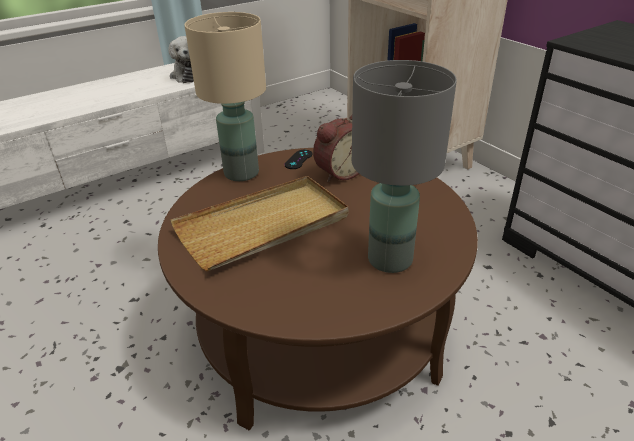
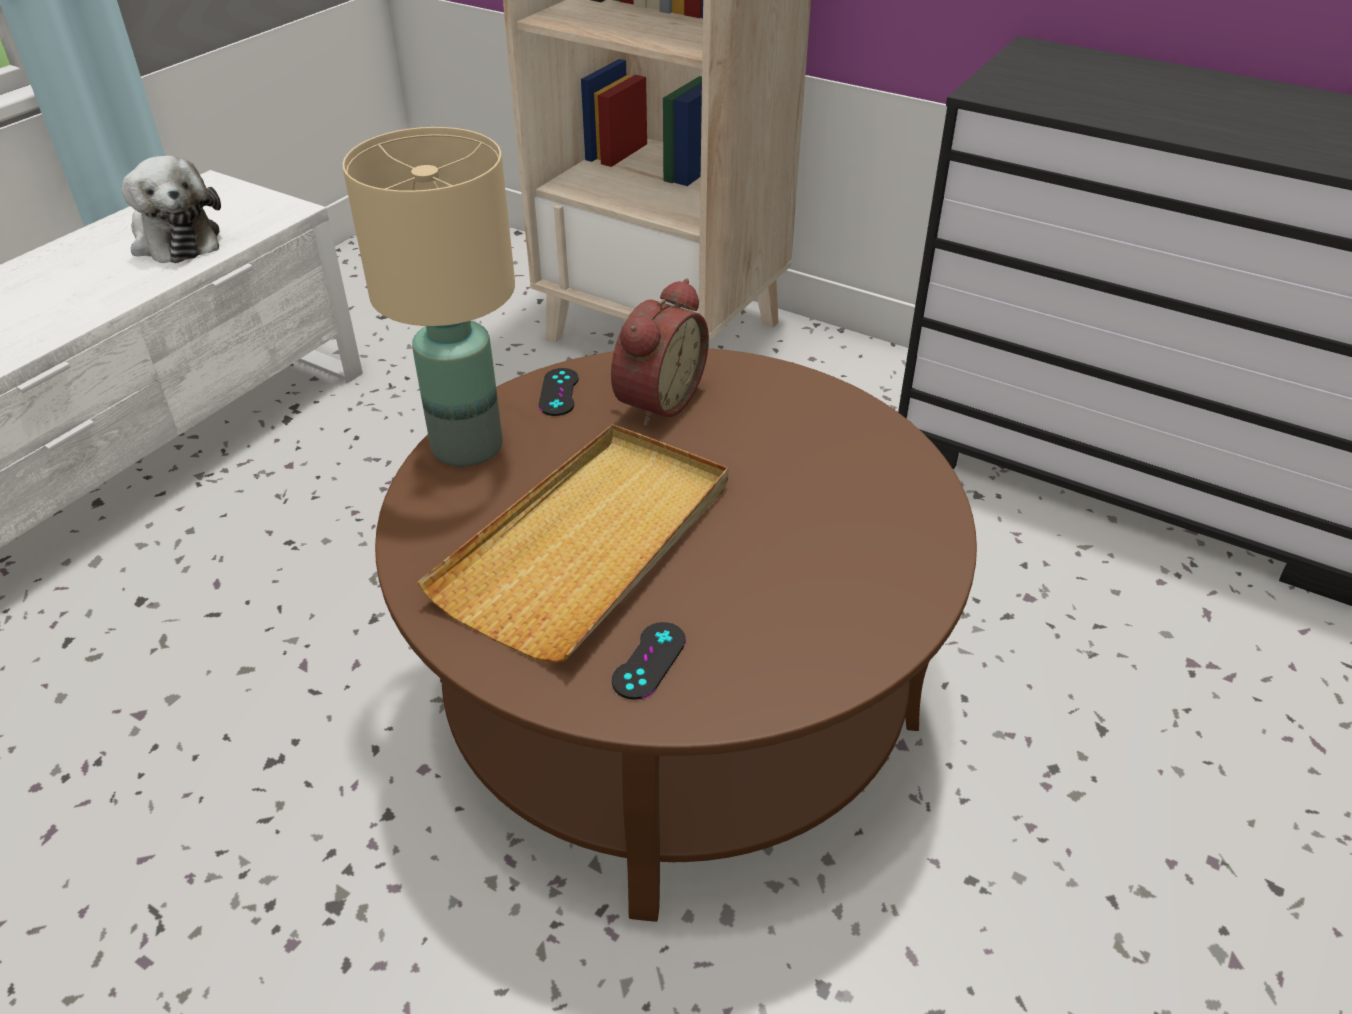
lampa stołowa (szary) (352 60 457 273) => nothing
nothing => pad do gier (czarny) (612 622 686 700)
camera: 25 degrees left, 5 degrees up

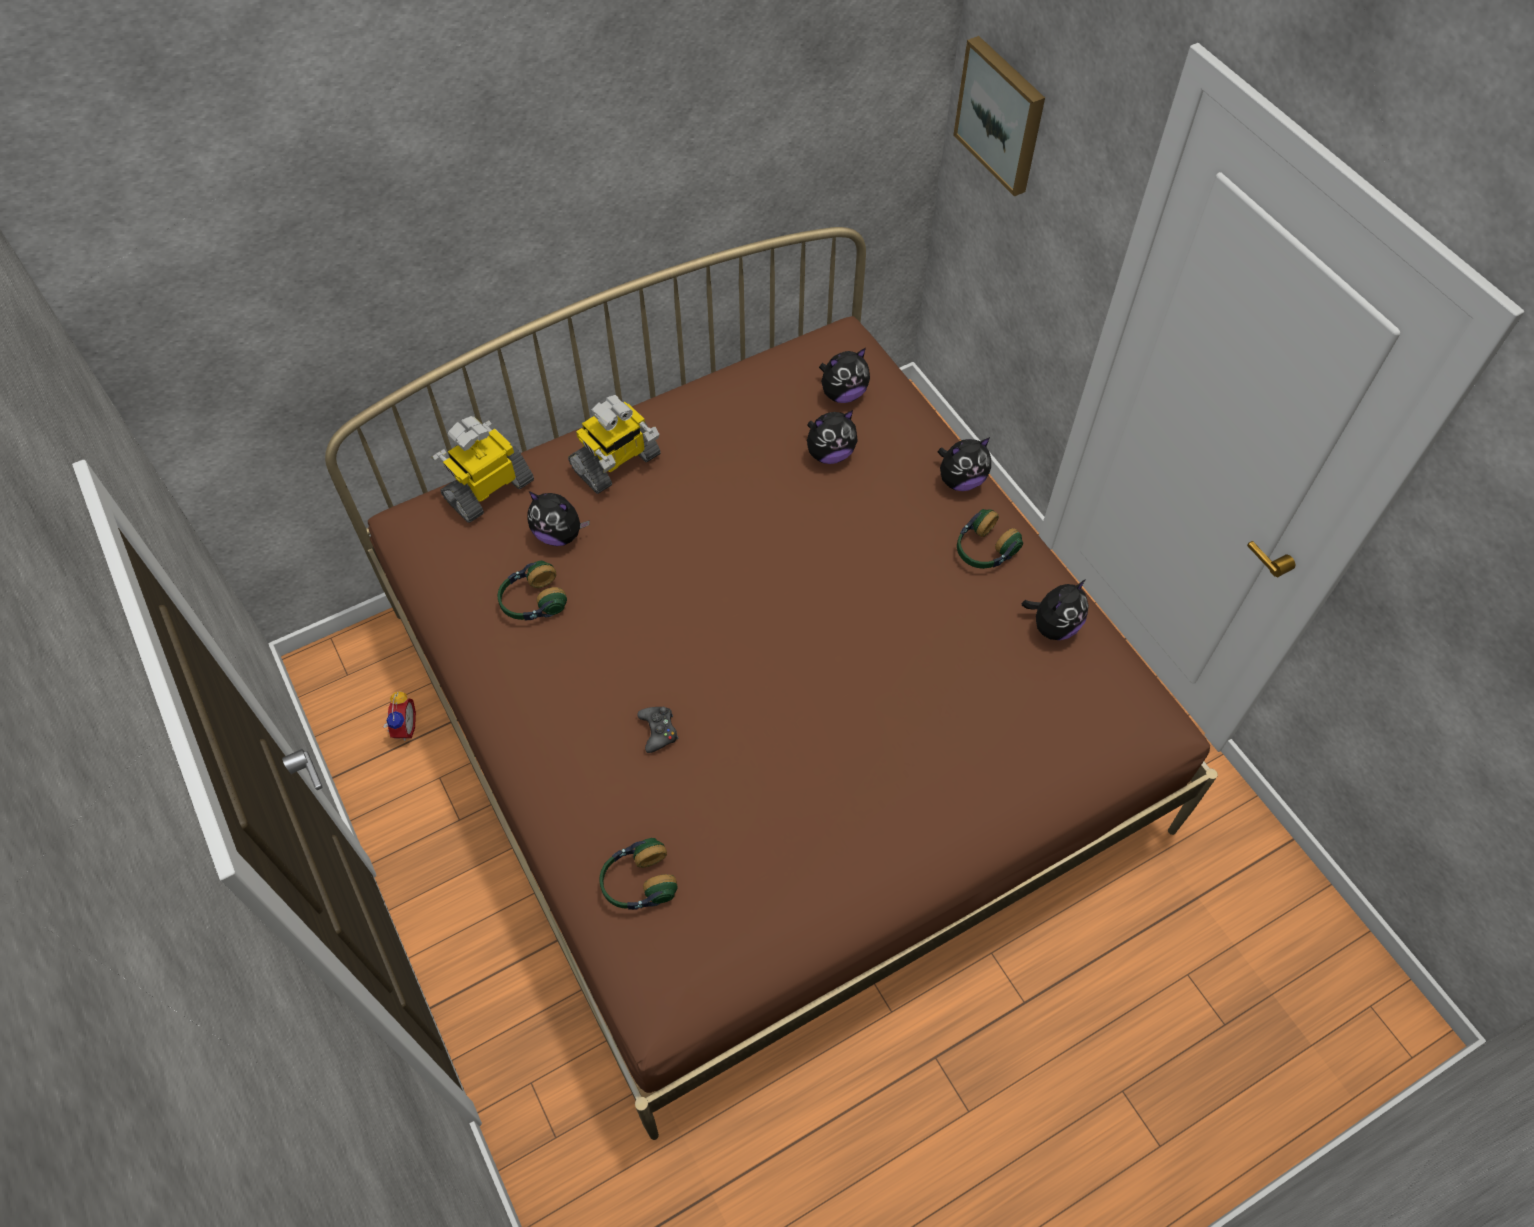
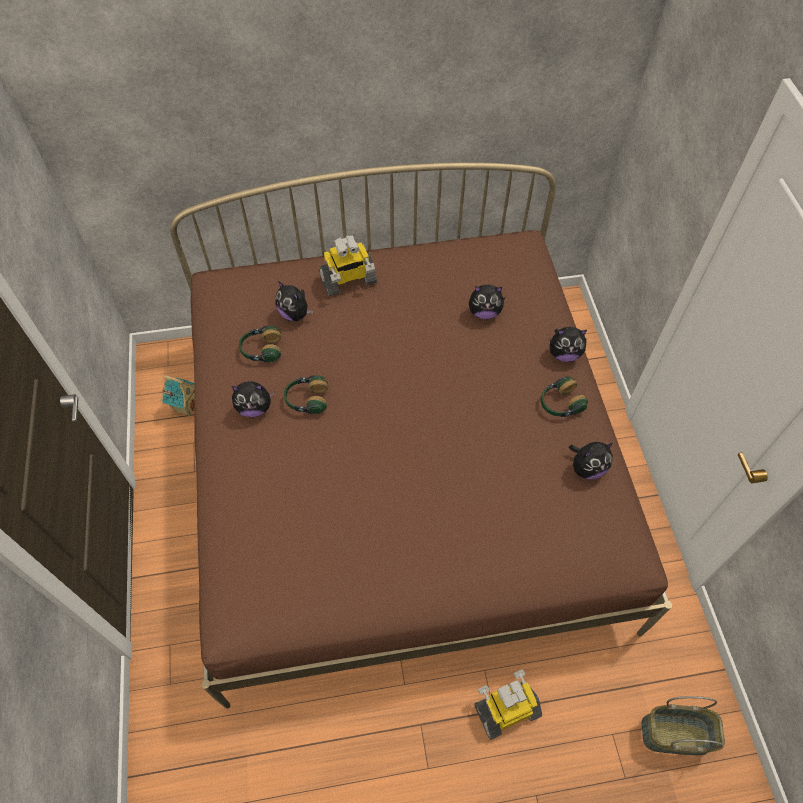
obraz (953 36 1045 196) => nothing
pluszak (819 348 870 403) => pluszak (232 381 274 417), moved
robot zabawkowy (431 416 534 523) => robot zabawkowy (474 669 542 740), moved
budzik (383 691 416 741) => domek (161 375 195 416)
pad do gier (czarny) (637 707 679 753) => nothing
słuchawki (599 838 677 910) => słuchawki (284 375 328 414), moved
nothing => koszyk (642 696 725 755)
camera: 20 degrees right, 0 degrees up

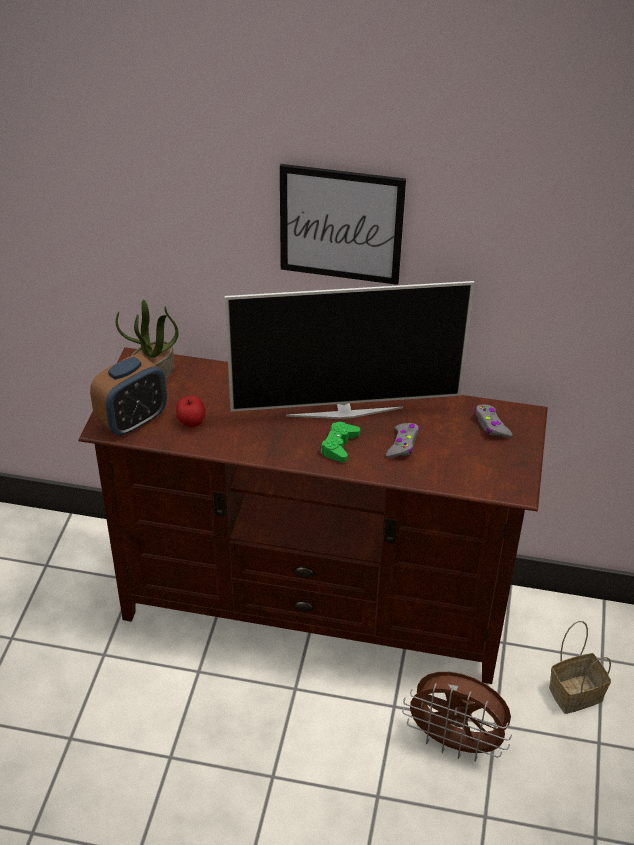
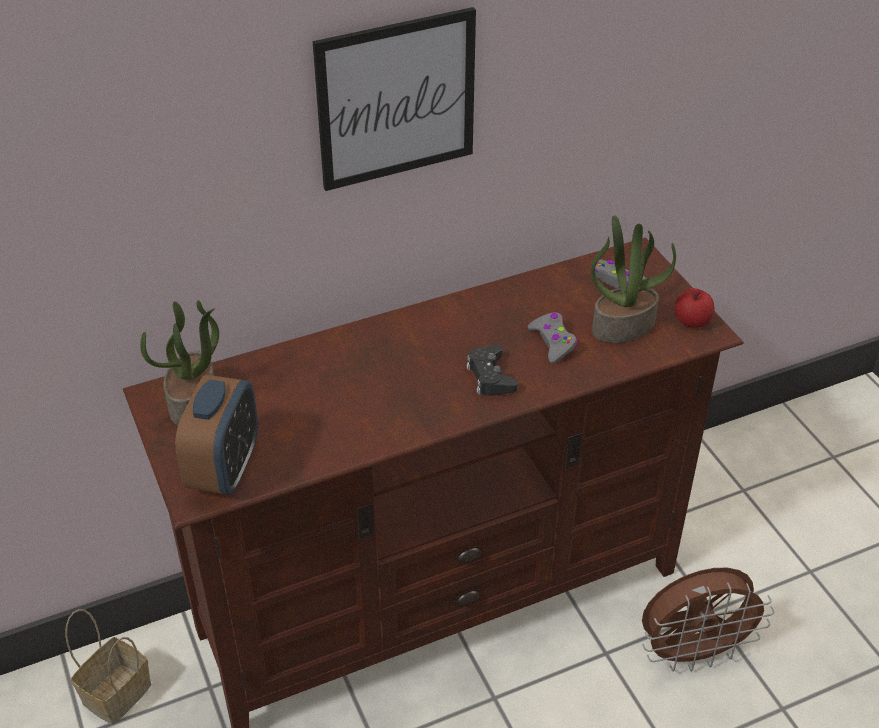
telewizor (225 281 474 419) => nothing
jabłko (176 396 206 427) => jabłko (675 288 715 328), moved
pad do gier (zielony) (320 422 360 462) => pad do gier (czarny) (466 345 518 396)
koszyk (549 621 611 714) => koszyk (65 609 151 725), moved
nothing => roślina doniczkowa (591 215 676 343)
camera: 35 degrees left, 0 degrees up

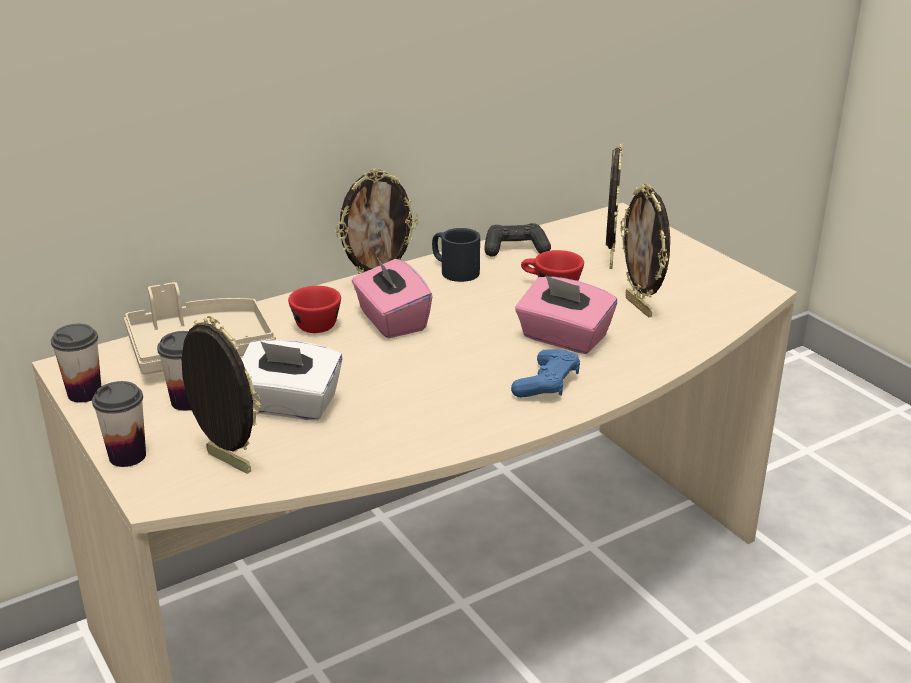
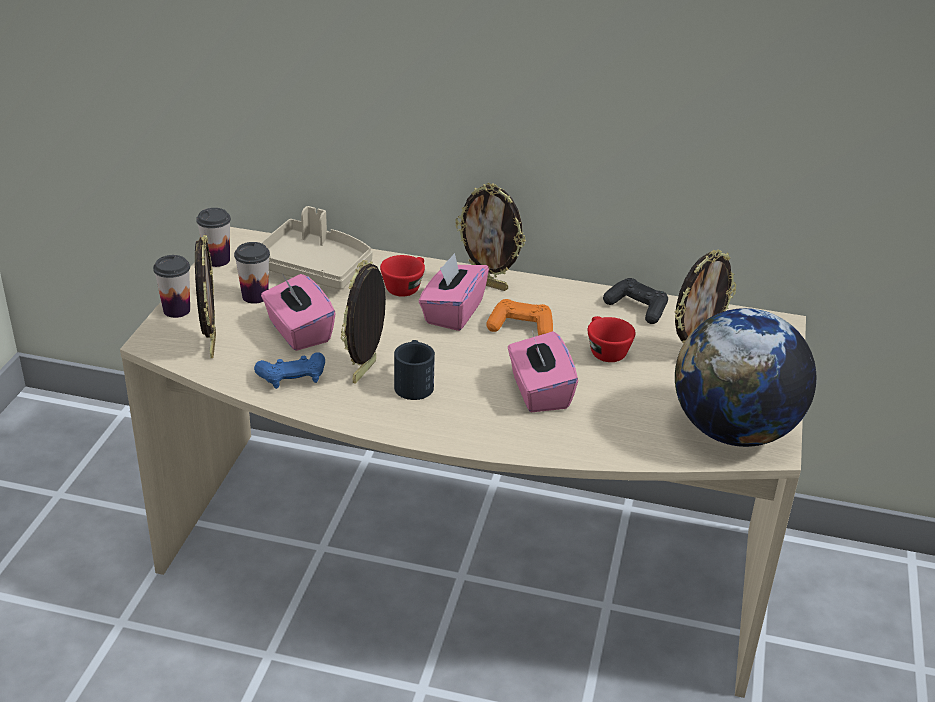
ramka na zdjęcie (620 183 670 318) => ramka na zdjęcie (341 260 386 384), moved
kubek (czarny) (432 228 480 282) => kubek (czarny) (394 340 435 400), moved
pudełko chusteczek (biały) (241 340 342 420) => pudełko chusteczek (różowy) (261 274 336 351)
pad do gier (niebieski) (511 350 580 398) => pad do gier (niebieski) (254 353 325 389), moved
nothing => pad do gier (pomarańczowy) (486 299 553 336)
nothing => globus (675 308 817 447)
camera: 45 degrees right, 5 degrees up

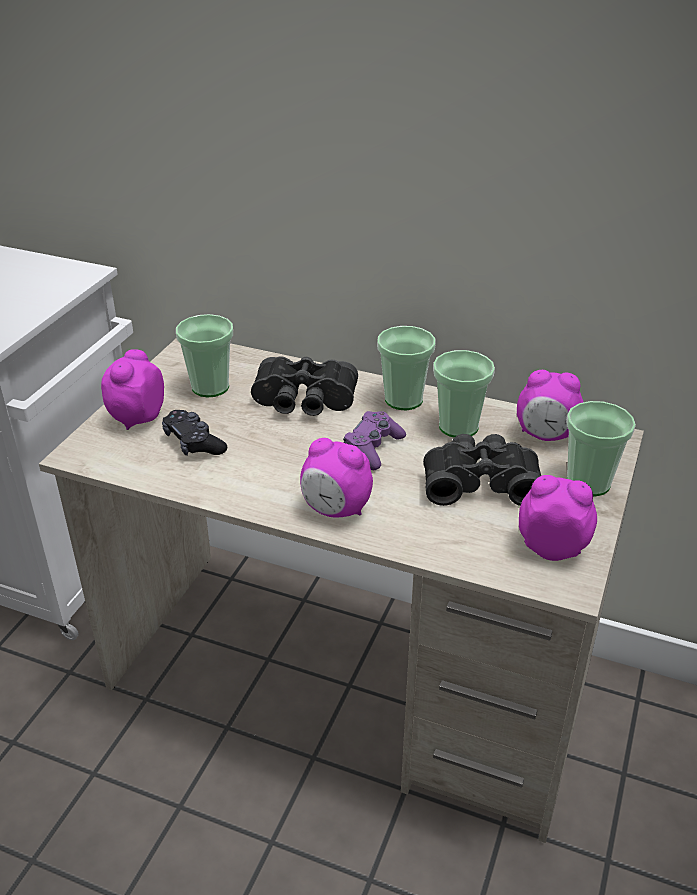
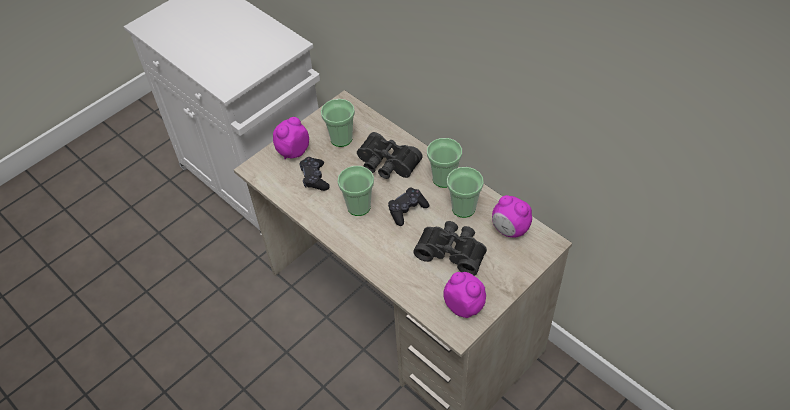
filiżanka (566 401 636 496) => filiżanka (337 166 374 216), moved
pad do gier (fioletowy) (343 411 406 470) => pad do gier (czarny) (388 187 429 226)
budzik (300 438 373 517) => nothing
camera: 25 degrees right, 15 degrees up

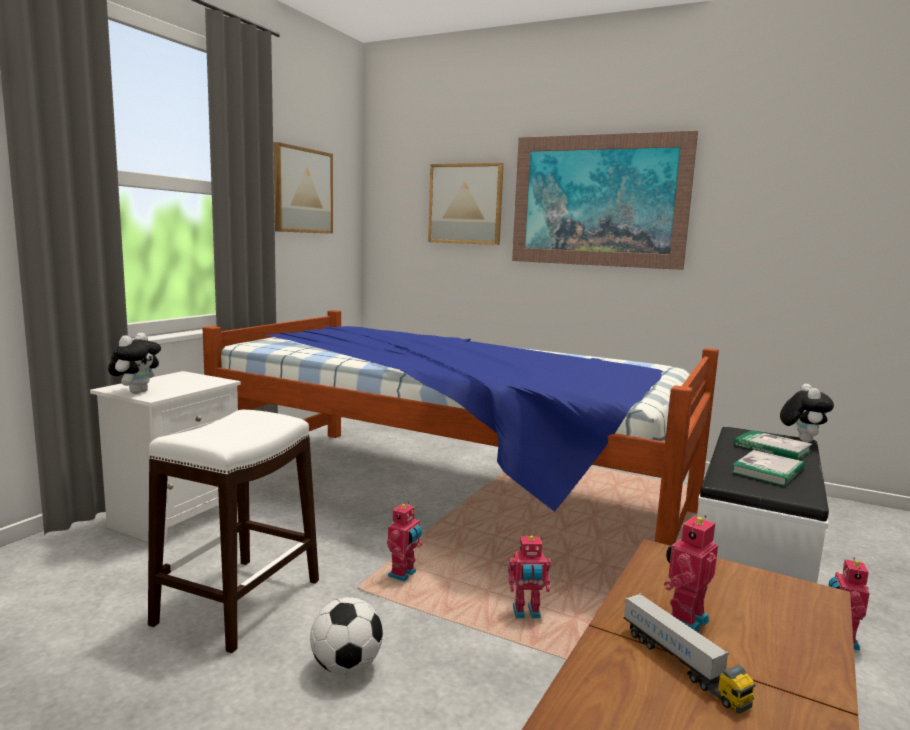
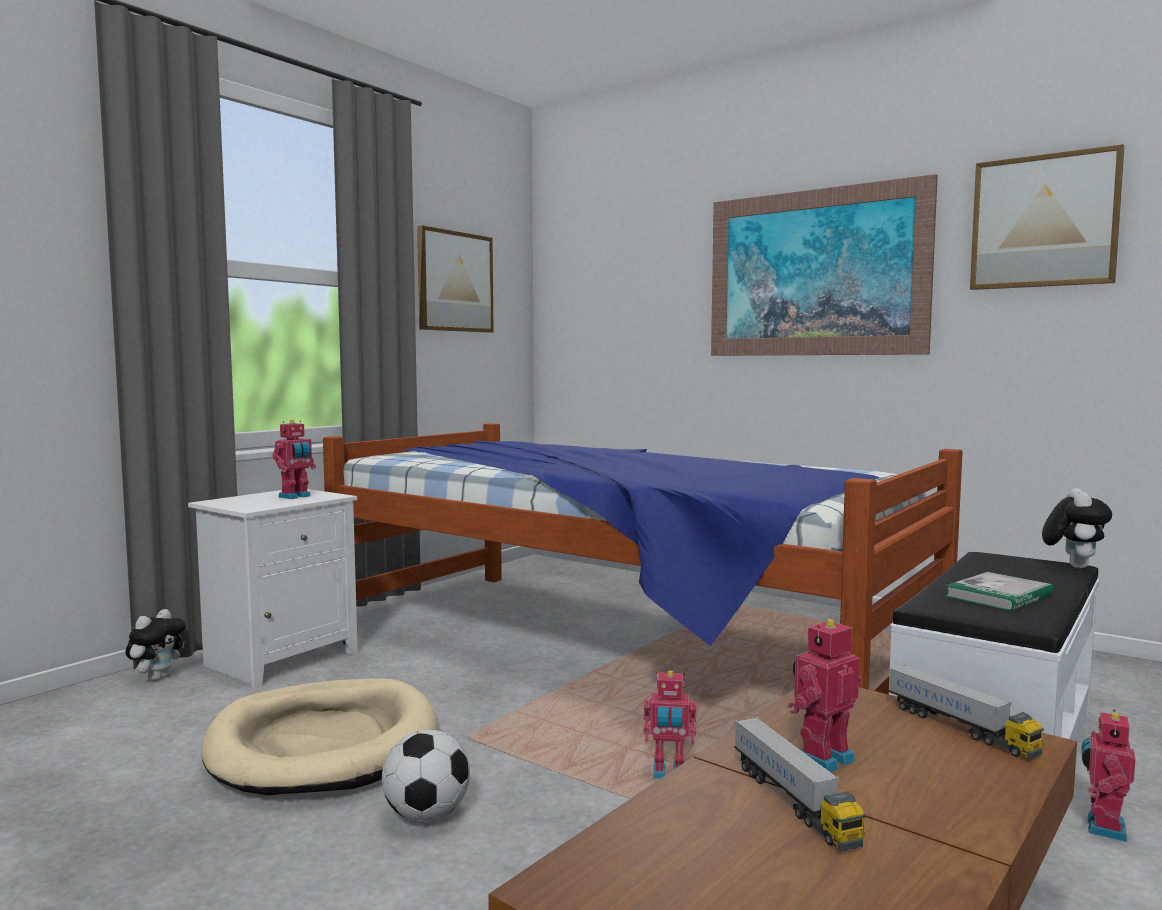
obraz (428 163 504 245) => obraz (970 144 1124 290), moved
pluszak (108 333 161 394) => pluszak (126 609 186 681), moved
stołek (biały) (148 410 319 653) => legowisko (beżowy) (201 679 437 796)
książka (734 430 813 460) => nothing
robot zabawkowy (387 502 422 582) => robot zabawkowy (272 420 316 499), moved
nothing => ciężarówka zabawkowa (889 664 1044 759)
camera: 10 degrees right, 5 degrees down

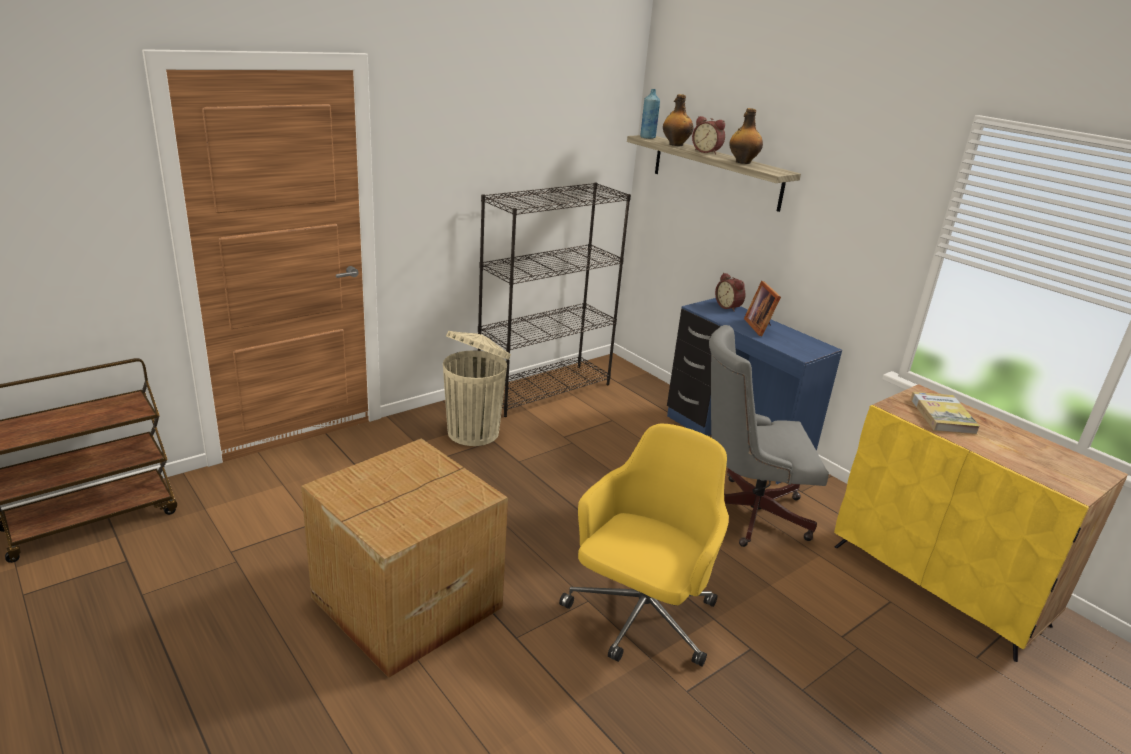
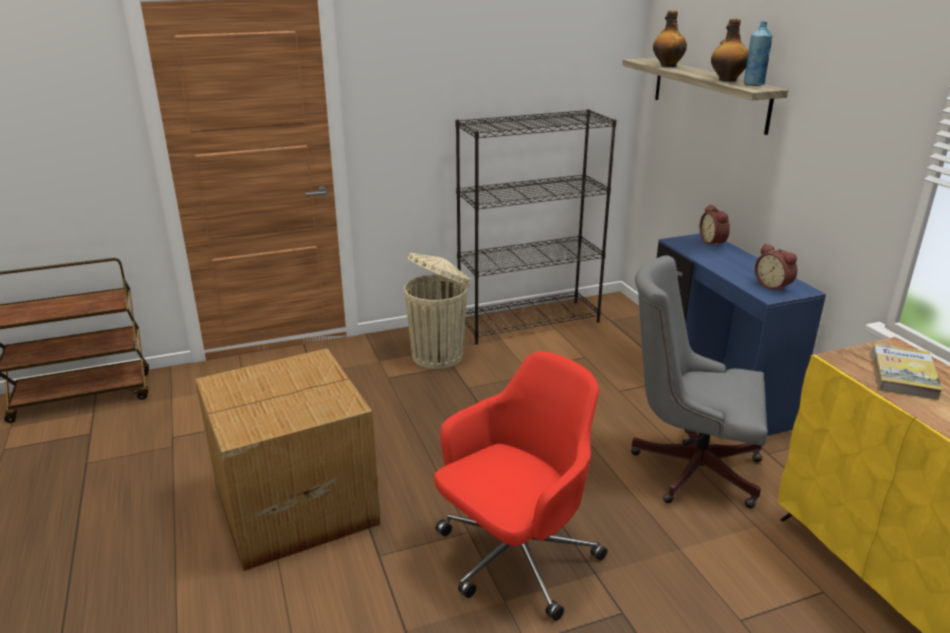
butelka (niebieski) (640 89 660 139) => butelka (niebieski) (744 22 772 86), moved
budzik (692 116 725 154) => budzik (755 244 797 292), moved
ramka na zdjęcie (744 281 781 336) => nothing
krzesło biurowe (żółty) (559 424 729 667) => krzesło biurowe (czerwony) (434 351 607 621)
camera: 20 degrees right, 0 degrees up

